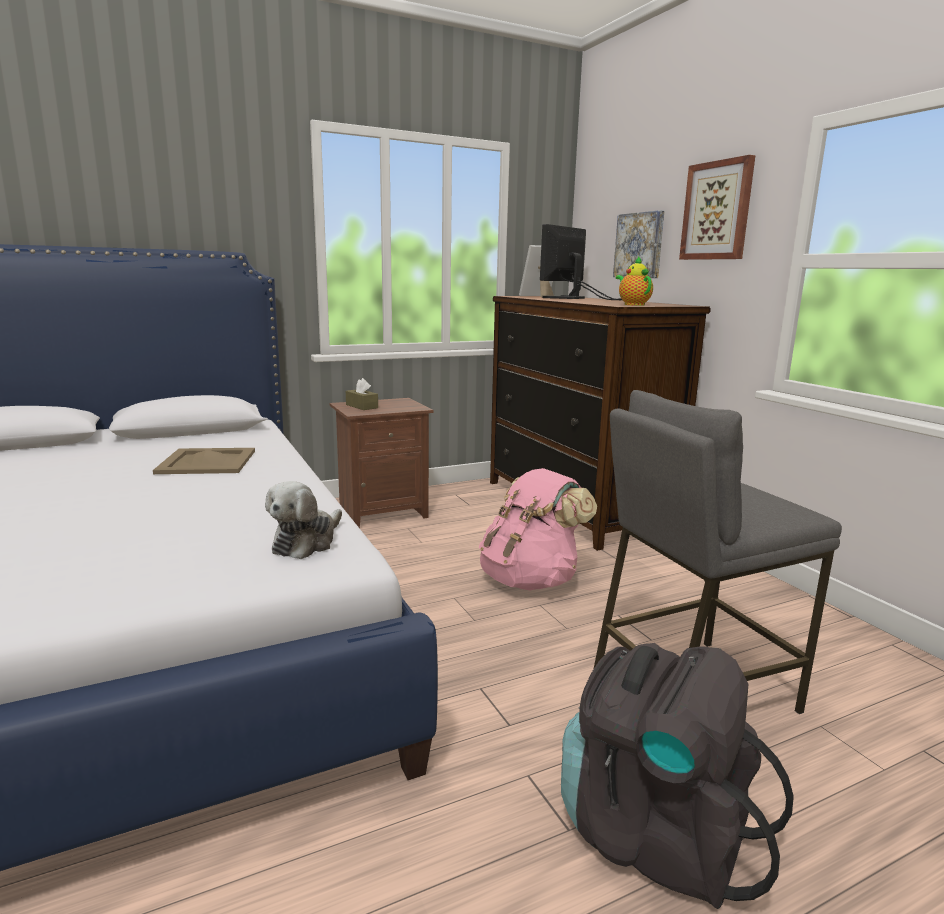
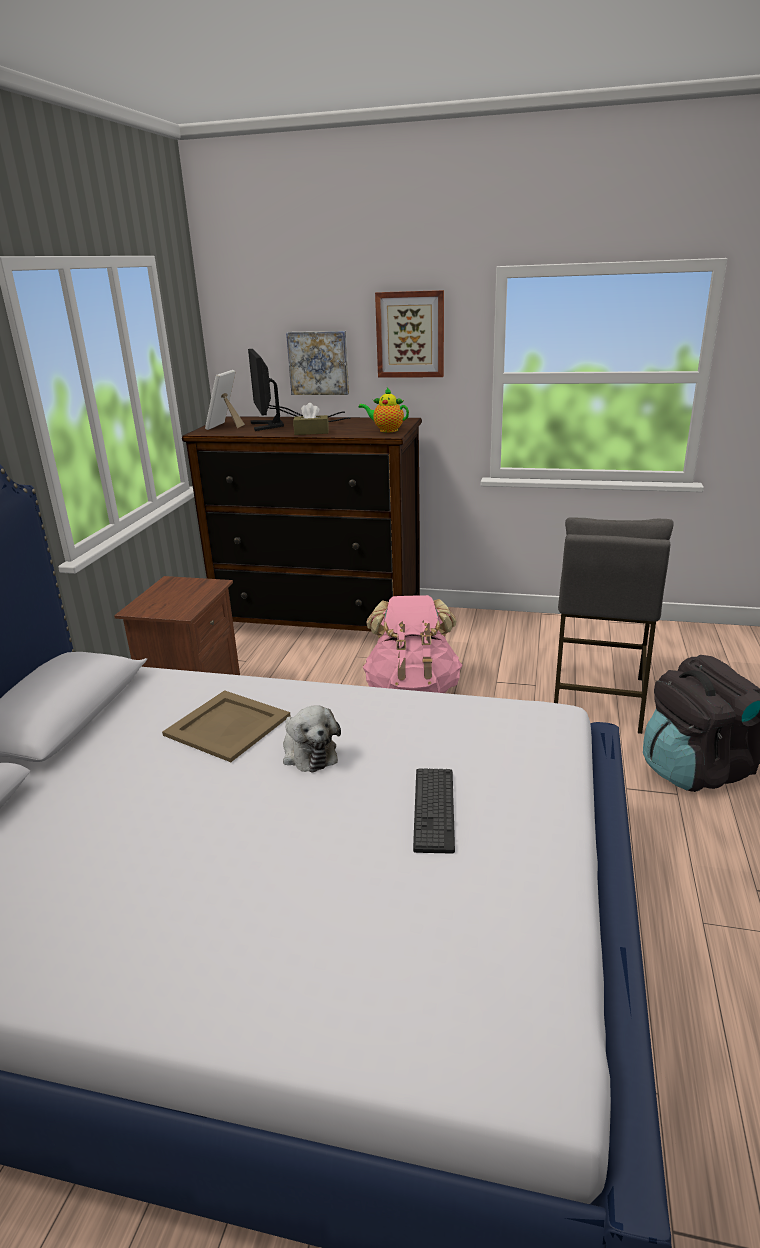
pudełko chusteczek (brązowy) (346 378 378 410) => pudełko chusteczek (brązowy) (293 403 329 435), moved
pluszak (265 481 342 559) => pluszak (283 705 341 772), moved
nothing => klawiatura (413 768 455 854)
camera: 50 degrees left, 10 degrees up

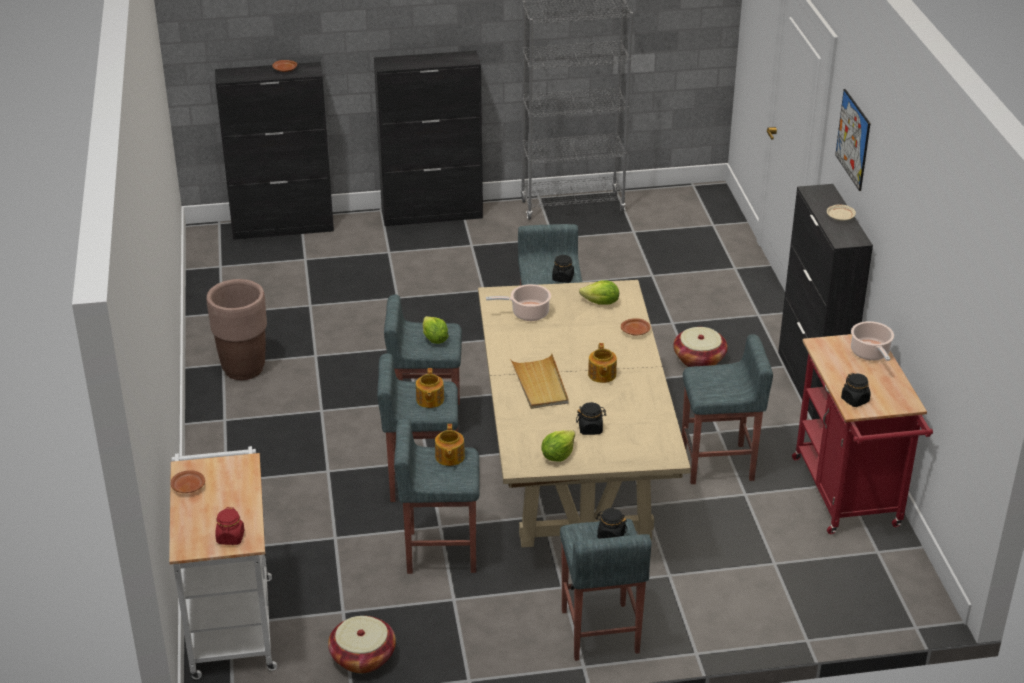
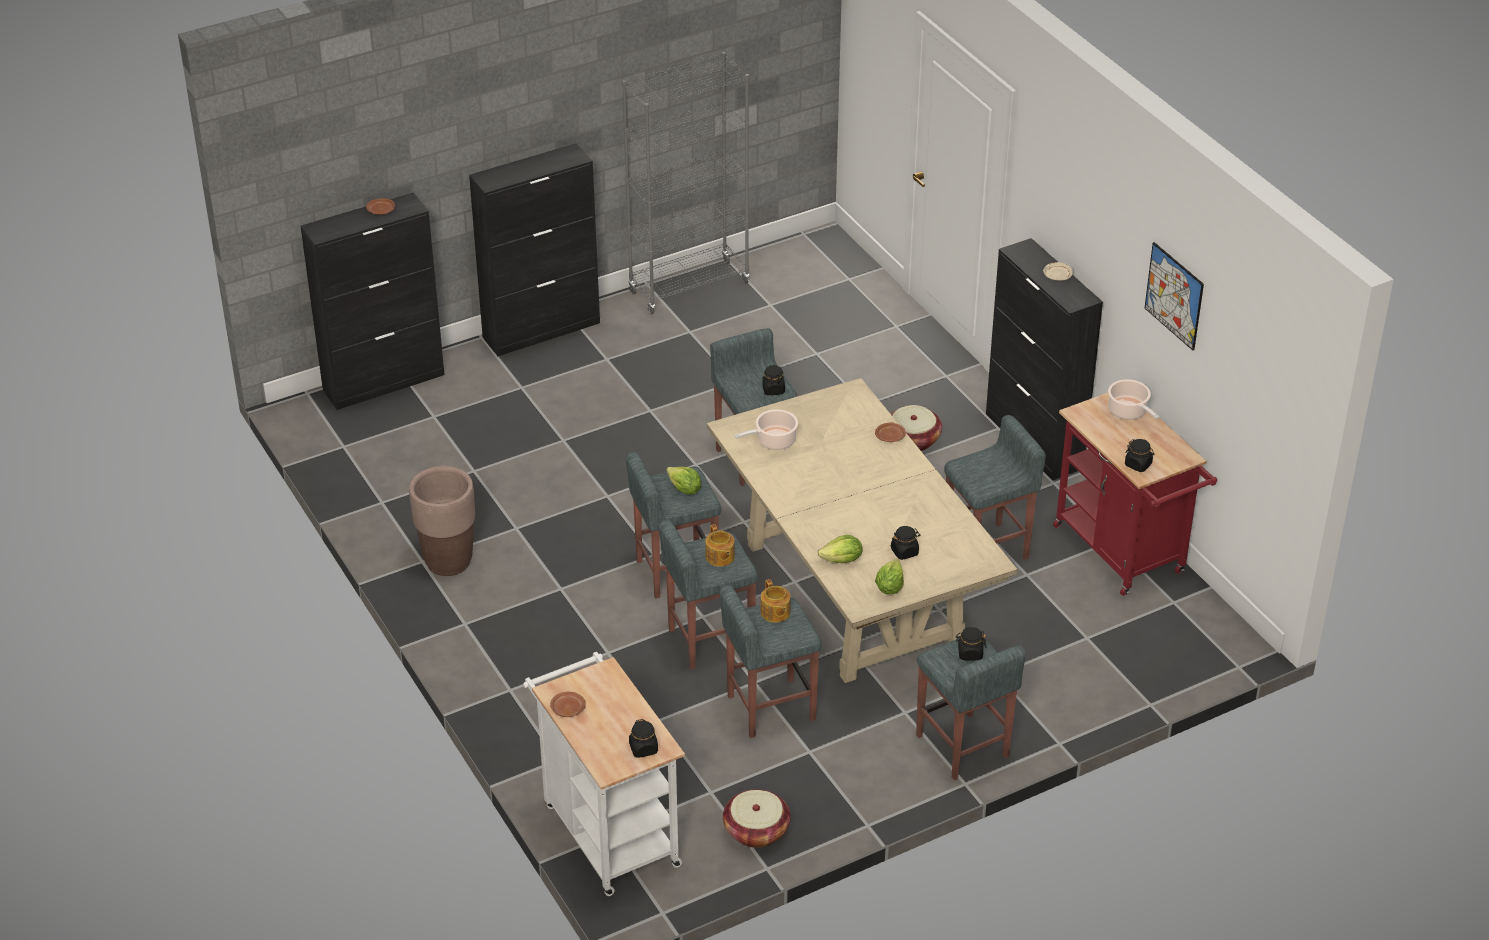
obraz (835 89 871 191) => obraz (1145 242 1204 350), moved
sałata (579 280 619 304) => sałata (818 535 863 563), moved
imbryk (588 343 617 383) => nothing
taca (beżowy) (510 354 569 409) => nothing
słoik (czerwony) (215 507 244 545) => słoik (czarny) (629 719 658 758)
camera: 20 degrees left, 5 degrees up

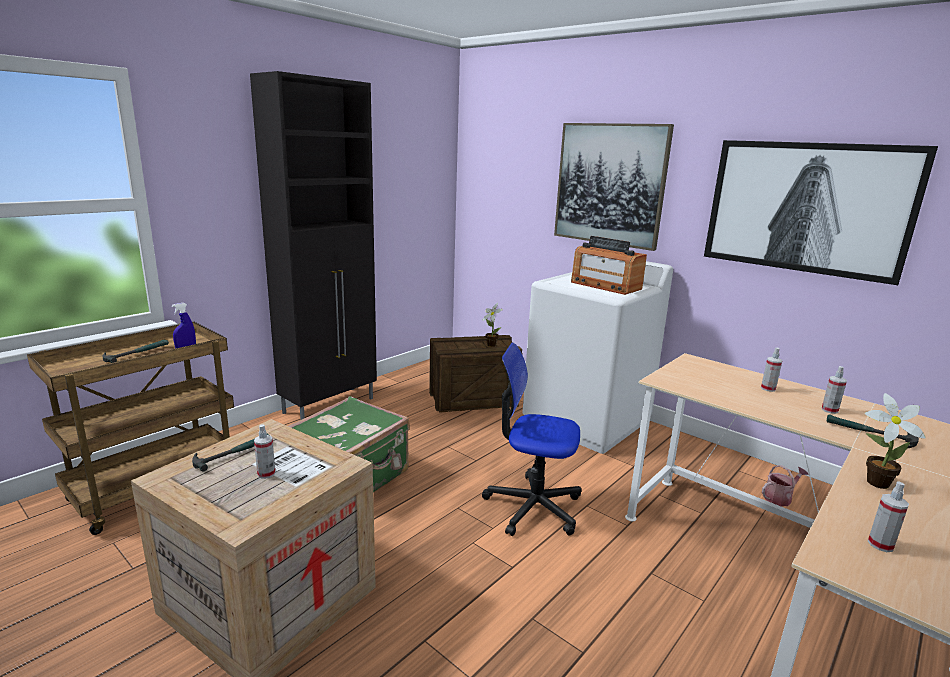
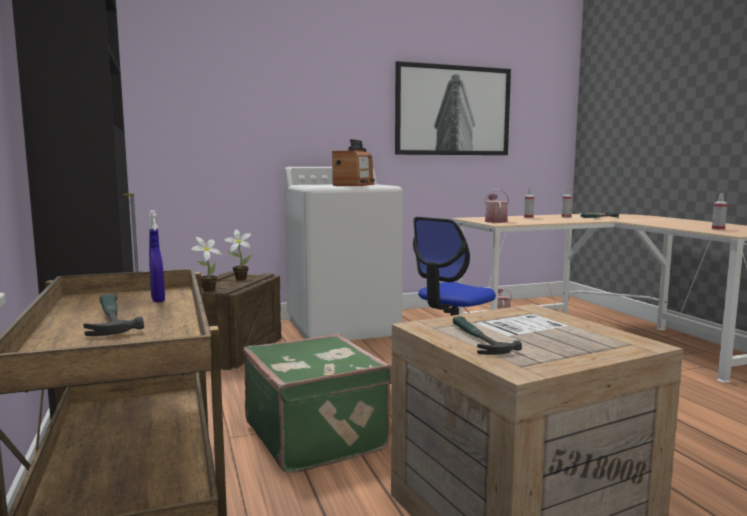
obraz (554 123 674 251) => nothing
radio (571 236 647 295) => radio (332 139 375 186), 60 degrees counterclockwise
roślina doniczkowa (865 393 925 489) => roślina doniczkowa (191 237 222 292), moved
spryskiwacz (254 424 276 479) => nothing
nothing => konewka (484 189 509 223)
camera: 60 degrees left, 10 degrees down

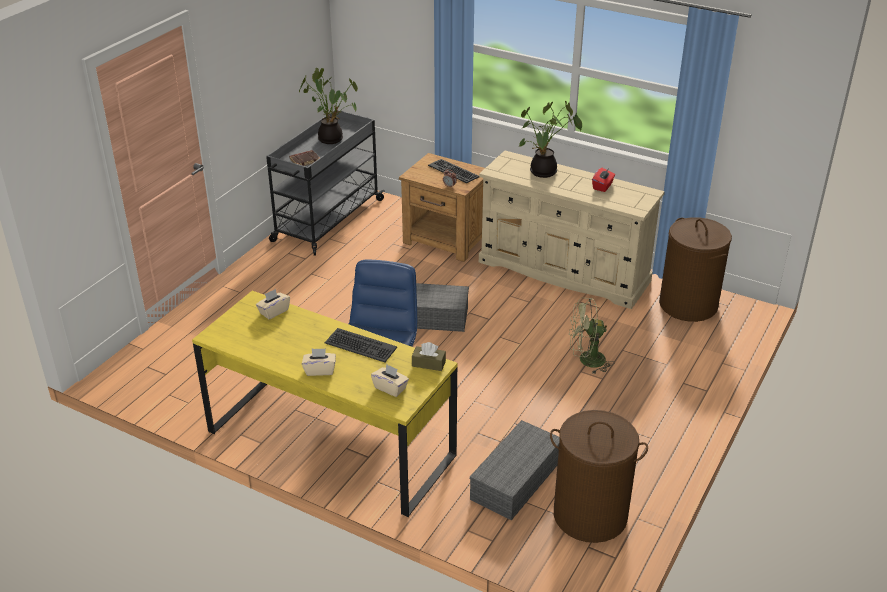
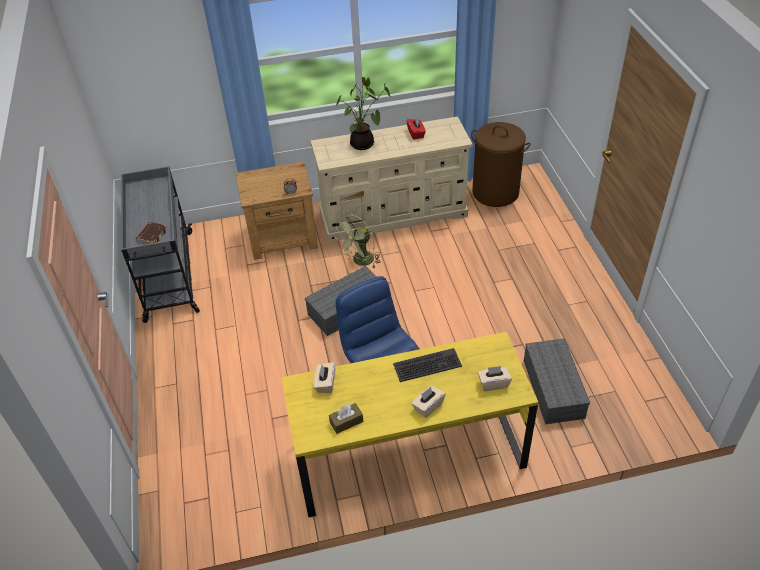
roślina doniczkowa (299 68 358 144) => nothing
klawiatura (428 159 479 183) => nothing
wentylator (zielony) (569 298 615 373) => wentylator (zielony) (335 215 380 269), moved
pudełko chusteczek (brązowy) (412 342 446 371) => pudełko chusteczek (brązowy) (329 403 363 434), moved
kosz na pranie (brązowy) (550 410 648 543) => nothing
camera: 40 degrees left, 10 degrees up

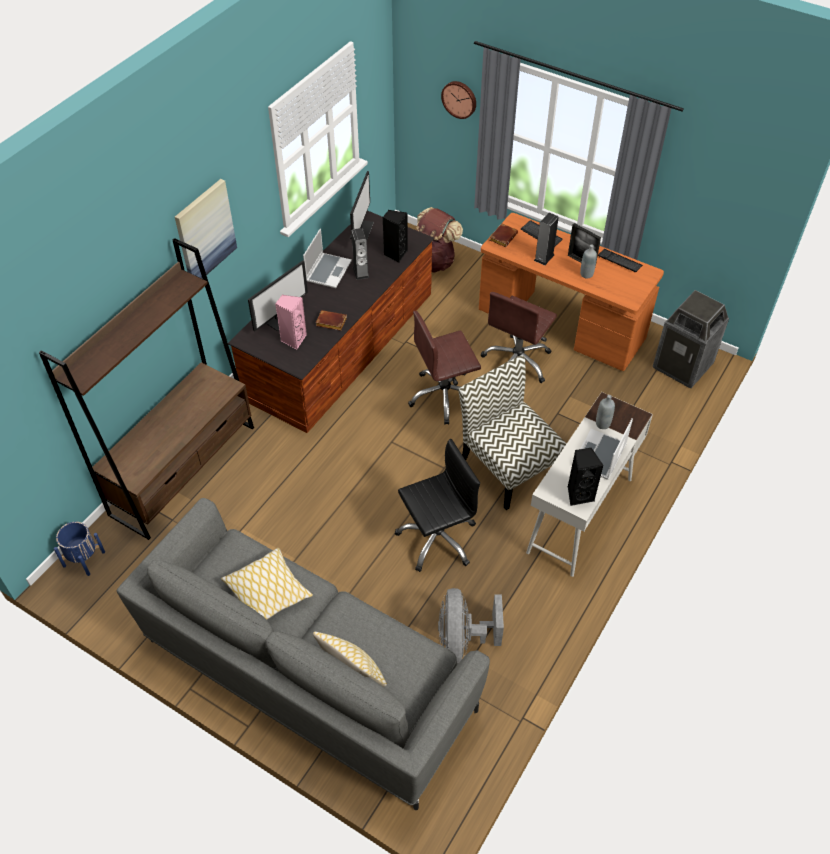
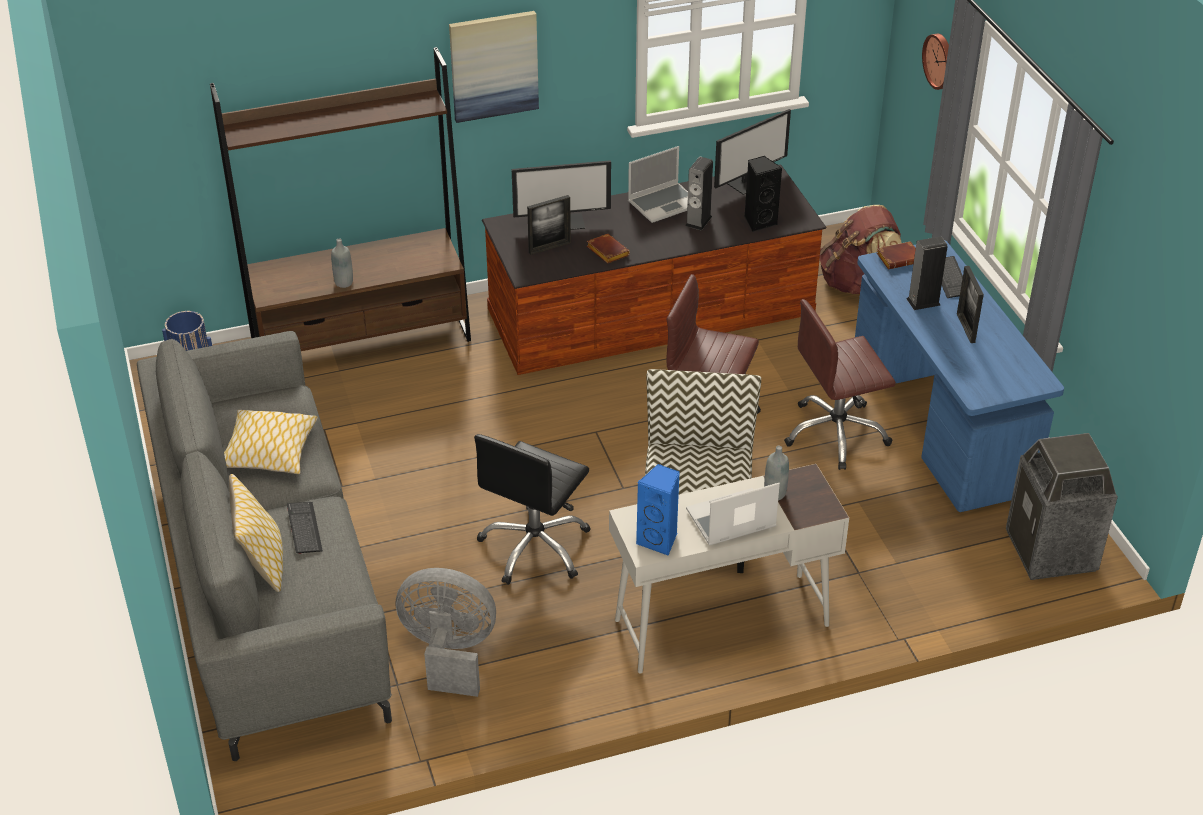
biurko (pomarańczowy) (479 213 664 371) => biurko (niebieski) (855 240 1064 512)
butelka (szary) (580 244 597 278) => butelka (szary) (331 239 353 288), moved
klawiatura (598 249 643 272) => klawiatura (287 502 323 554), moved
głośnik (różowy) (275 295 307 349) => ramka na zdjęcie (527 195 571 255)
krzesło biurowe (czarny) (395 439 480 572) => krzesło biurowe (czarny) (474 434 590 585), 105 degrees clockwise
głośnik (czarny) (568 447 604 506) => głośnik (niebieski) (636 464 680 555)
wentylator (szary) (438 588 504 665) => wentylator (szary) (396 568 496 697), 60 degrees clockwise
camera: 40 degrees right, 10 degrees down

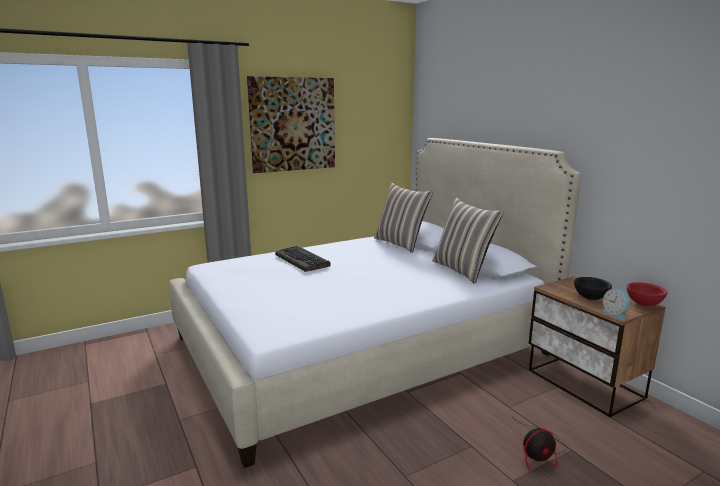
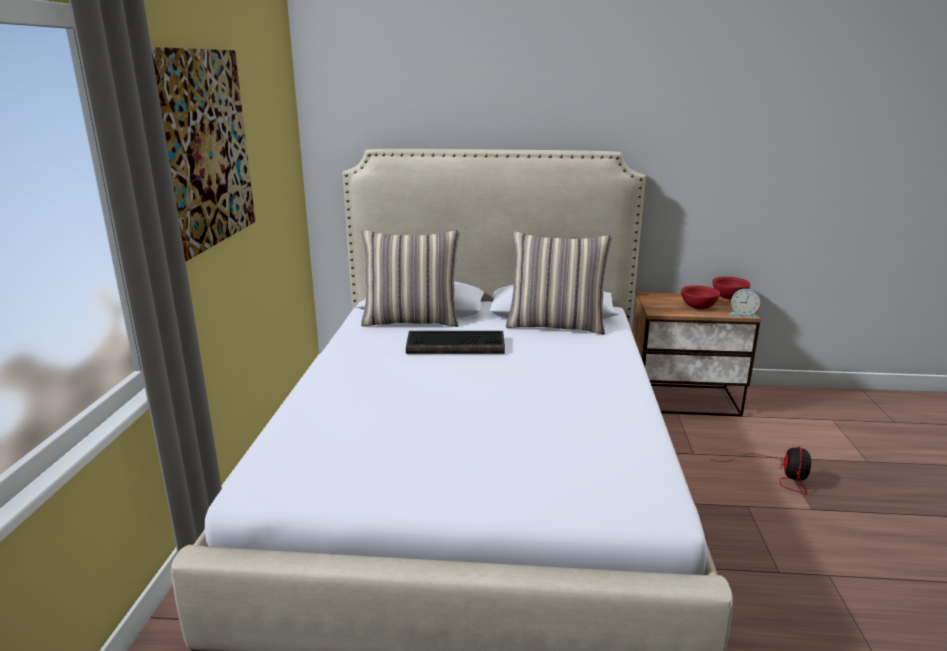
klawiatura (275 246 331 272) => klawiatura (406 331 505 354), moved
miska (czarny) (574 277 612 300) => miska (czerwony) (681 285 720 309)
camera: 55 degrees left, 5 degrees up

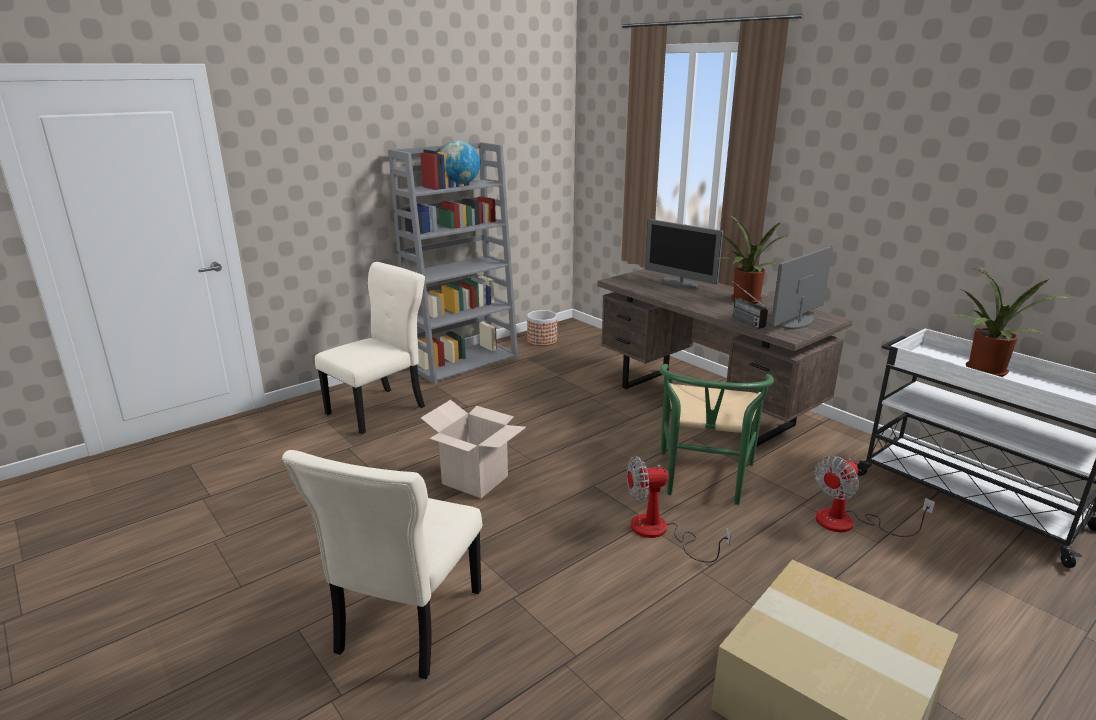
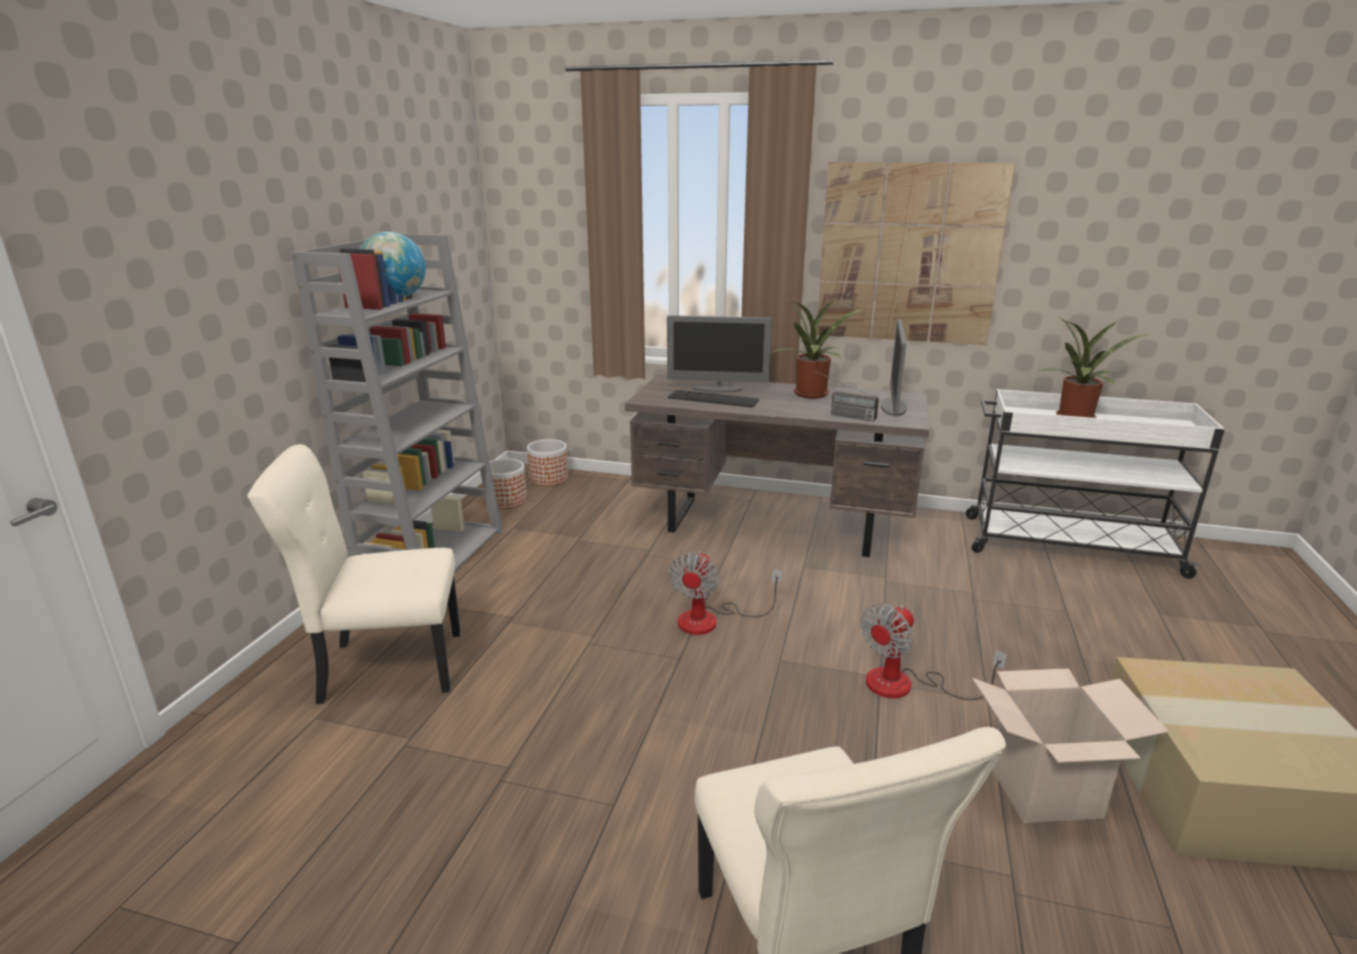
krzesło (beżowy) (315 262 425 434) => krzesło (beżowy) (247 444 460 704), 105 degrees counterclockwise
krzesło (zielony) (660 364 774 505) => nothing
karton (421 400 526 498) => karton (972 668 1169 823), moved
wentylator (814 456 935 537) => wentylator (669 551 783 635), moved
nothing => obraz (816 162 1015 345)
nothing => klawiatura (668 390 760 408)
nothing => donica (527 439 568 486)
camera: 35 degrees left, 0 degrees up

